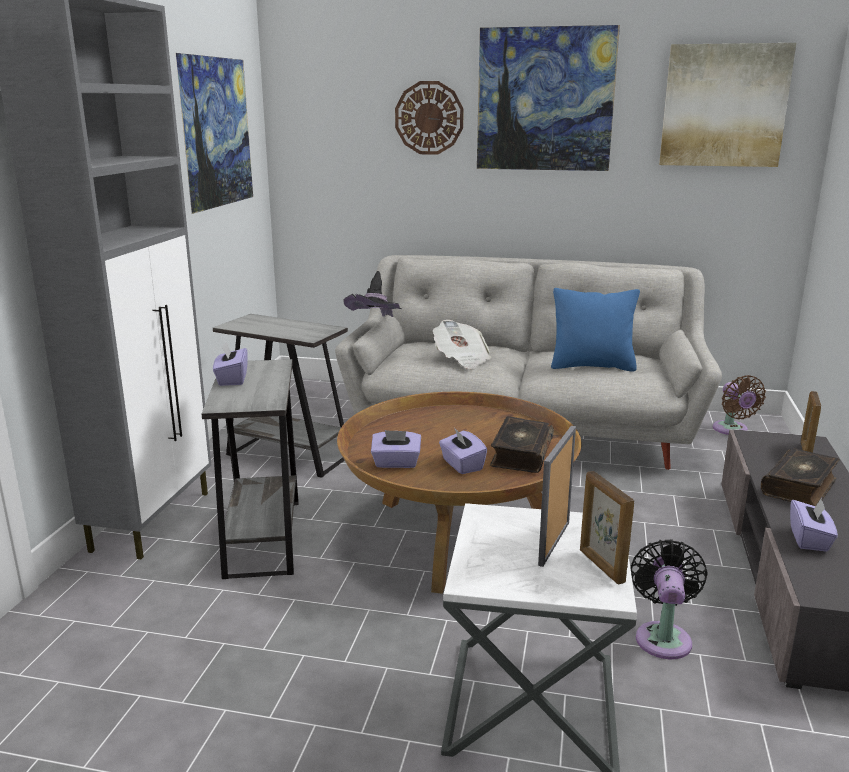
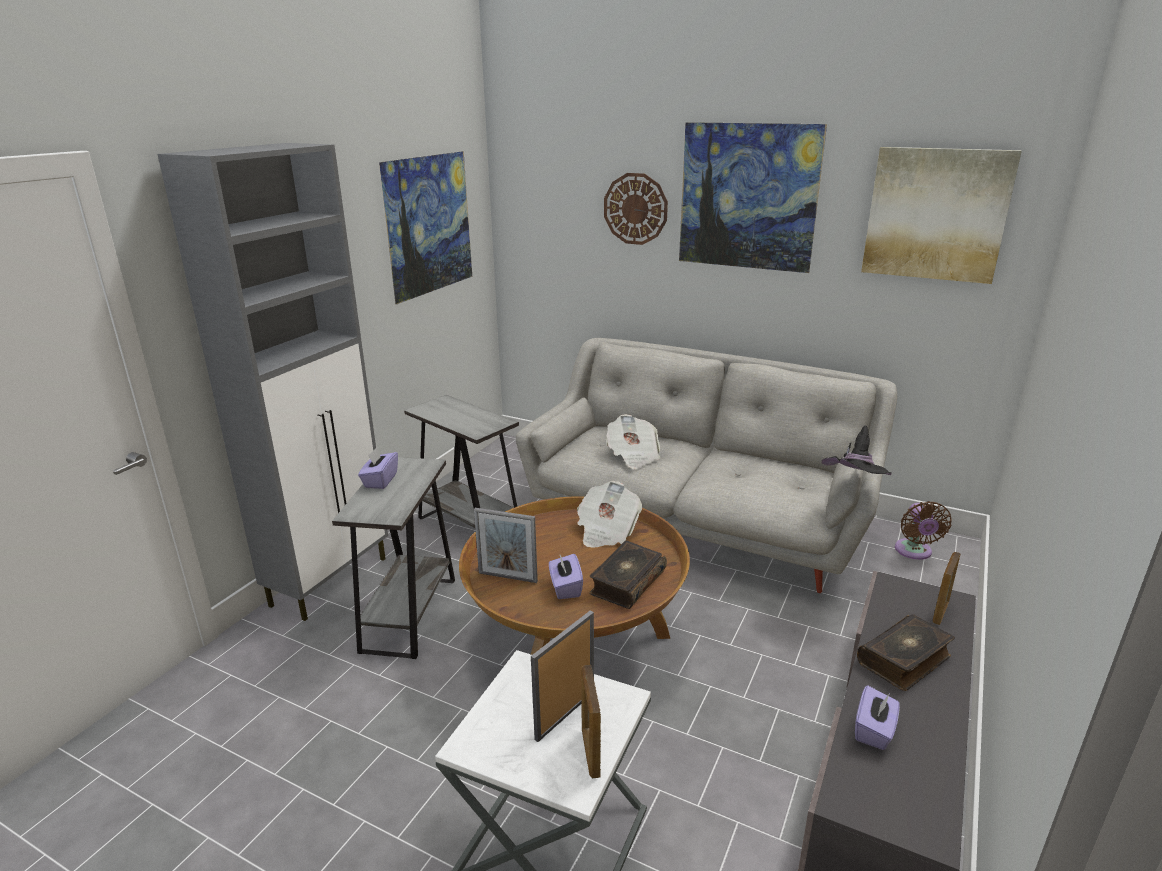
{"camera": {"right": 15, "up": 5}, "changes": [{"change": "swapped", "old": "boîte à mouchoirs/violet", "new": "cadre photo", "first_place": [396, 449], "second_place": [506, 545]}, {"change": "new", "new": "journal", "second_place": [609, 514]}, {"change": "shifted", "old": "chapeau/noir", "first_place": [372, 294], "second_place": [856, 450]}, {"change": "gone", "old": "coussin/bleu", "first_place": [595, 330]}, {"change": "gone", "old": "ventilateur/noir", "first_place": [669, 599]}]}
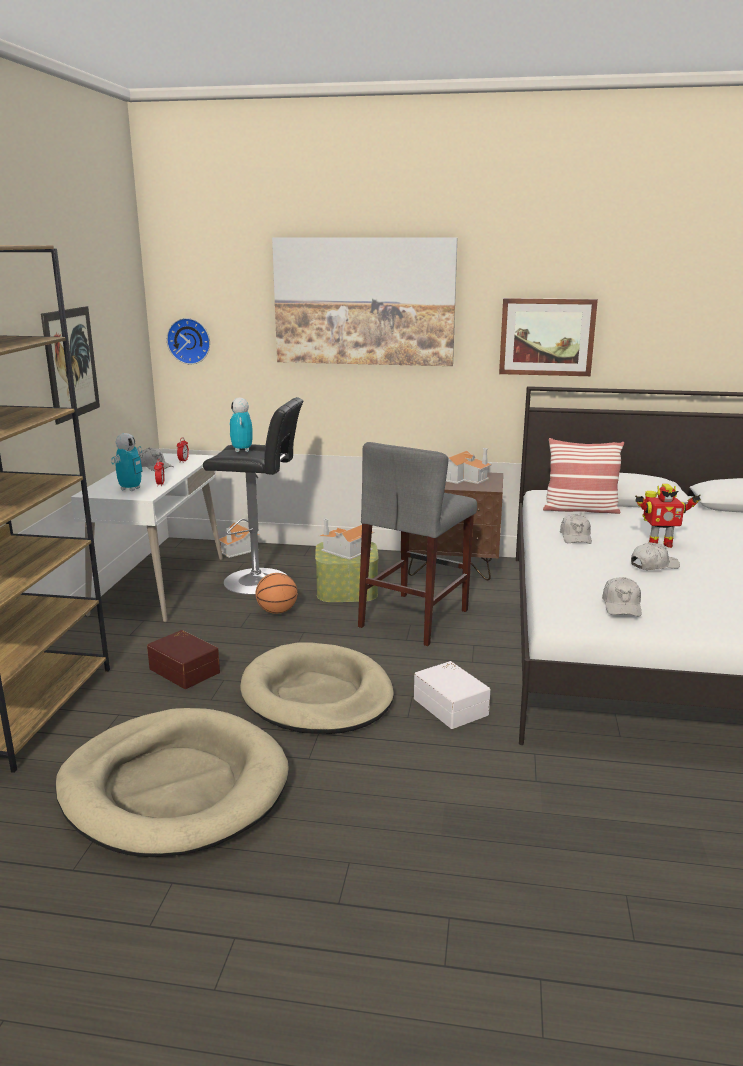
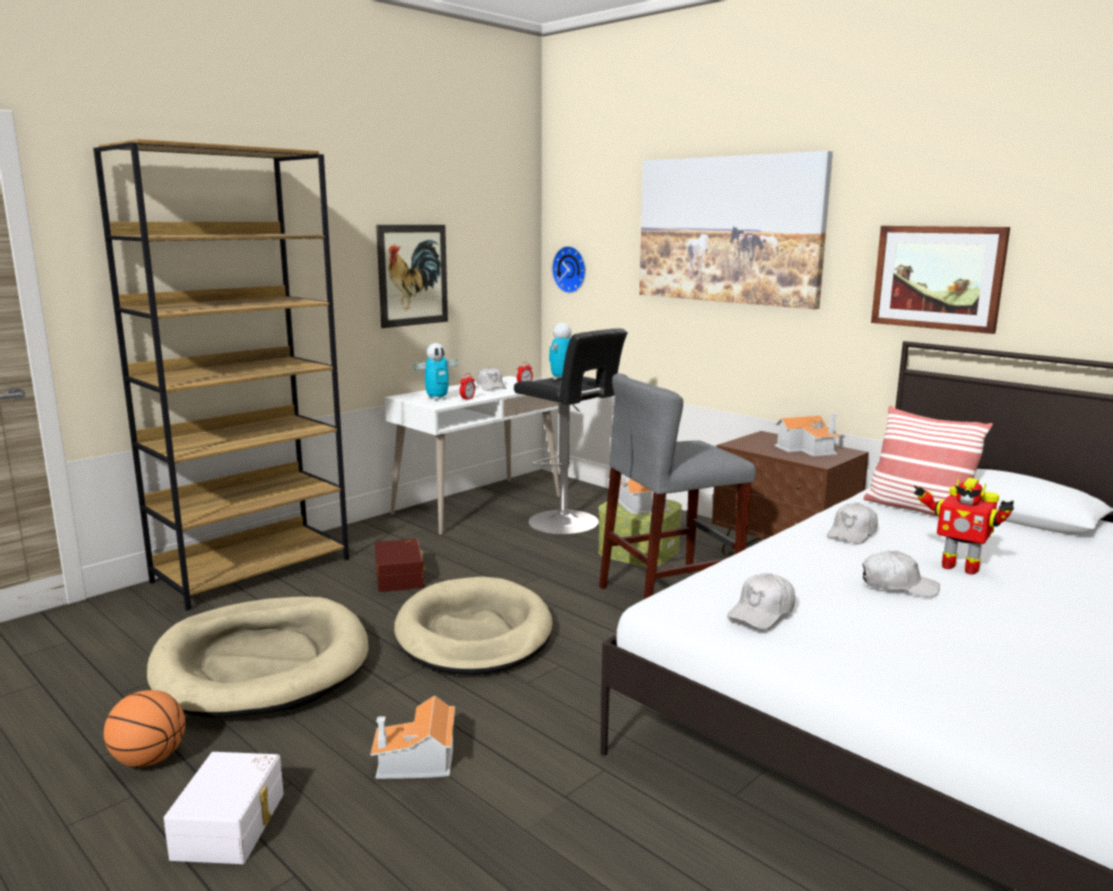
{"camera": {"right": 35, "up": -5}, "changes": [{"change": "shifted", "old": "ballon de basket", "first_place": [277, 593], "second_place": [144, 728]}, {"change": "shifted", "old": "boîte de rangement/blanc", "first_place": [452, 695], "second_place": [223, 808]}, {"change": "shifted", "old": "maison miniature", "first_place": [239, 540], "second_place": [413, 737]}]}
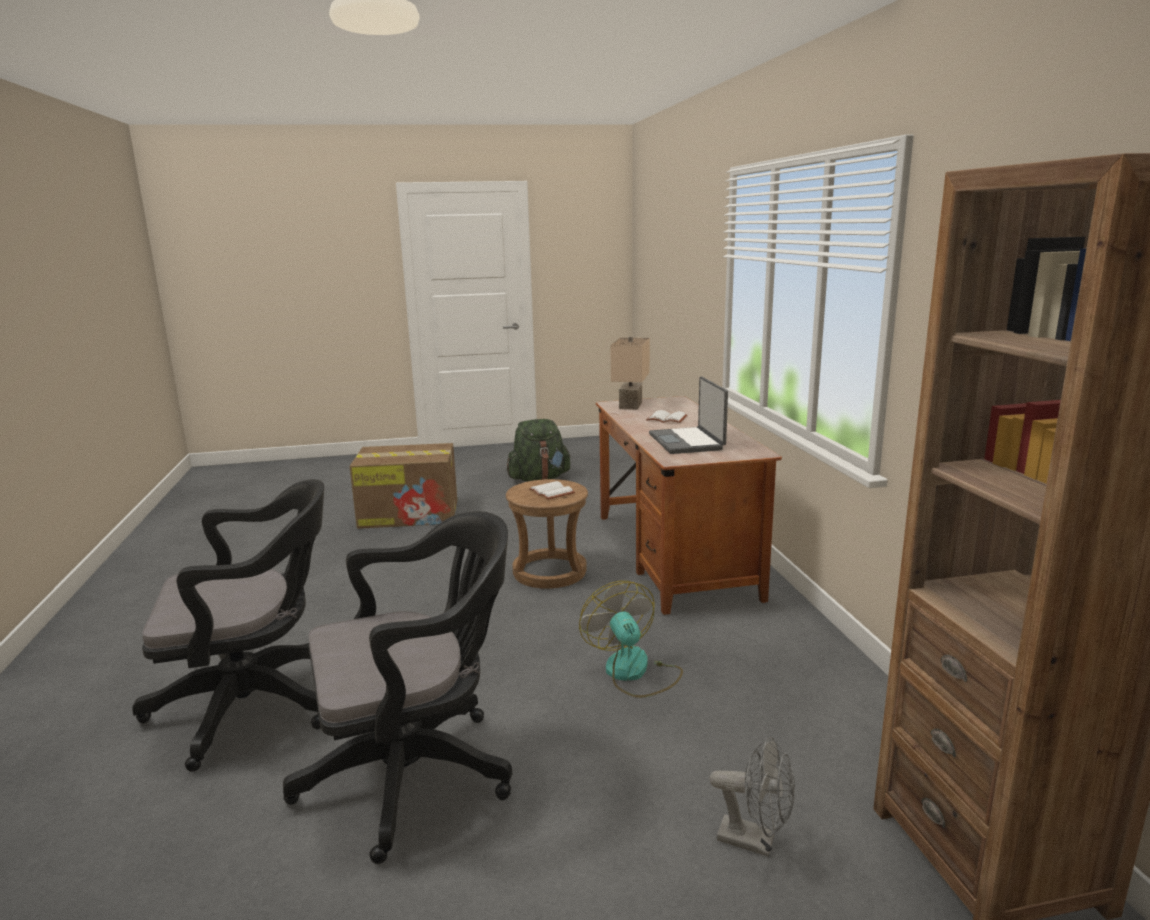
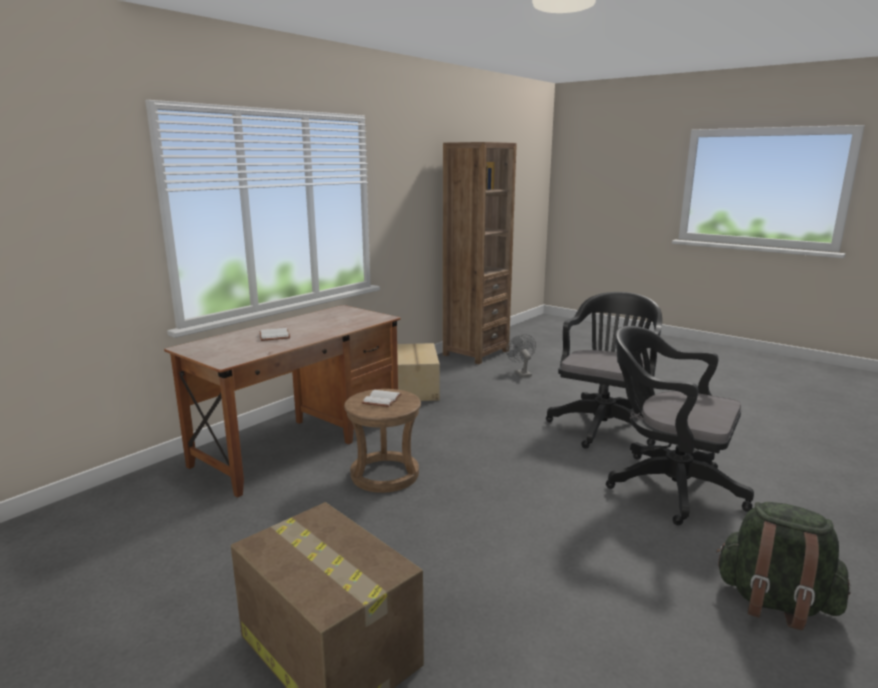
{"camera": {"right": -130, "up": 0}, "changes": [{"change": "new", "new": "carton", "second_place": [418, 372]}, {"change": "rotated", "old": "chaise de bureau/noir", "first_place": [397, 687], "second_place": [604, 370], "degrees": 90}, {"change": "shifted", "old": "sac à dos/vert", "first_place": [539, 450], "second_place": [783, 566]}, {"change": "gone", "old": "ventilateur", "first_place": [631, 639]}, {"change": "gone", "old": "lampe de table/beige", "first_place": [630, 373]}, {"change": "gone", "old": "ordinateur portable", "first_place": [688, 415]}]}
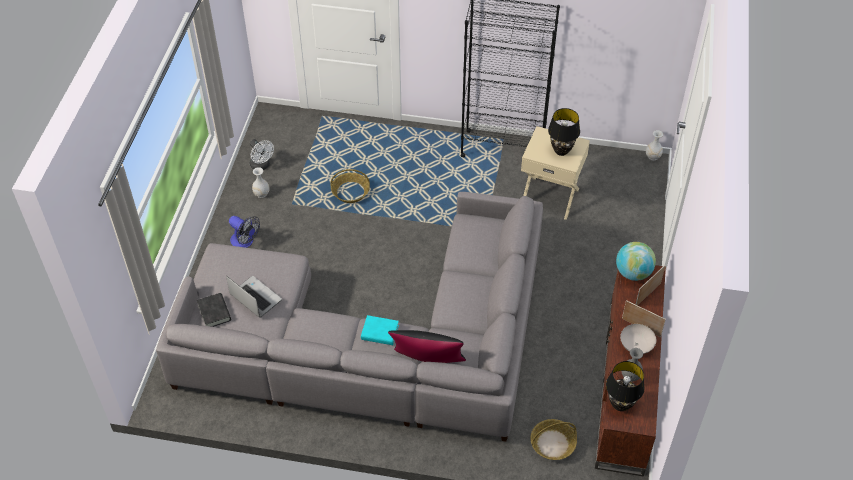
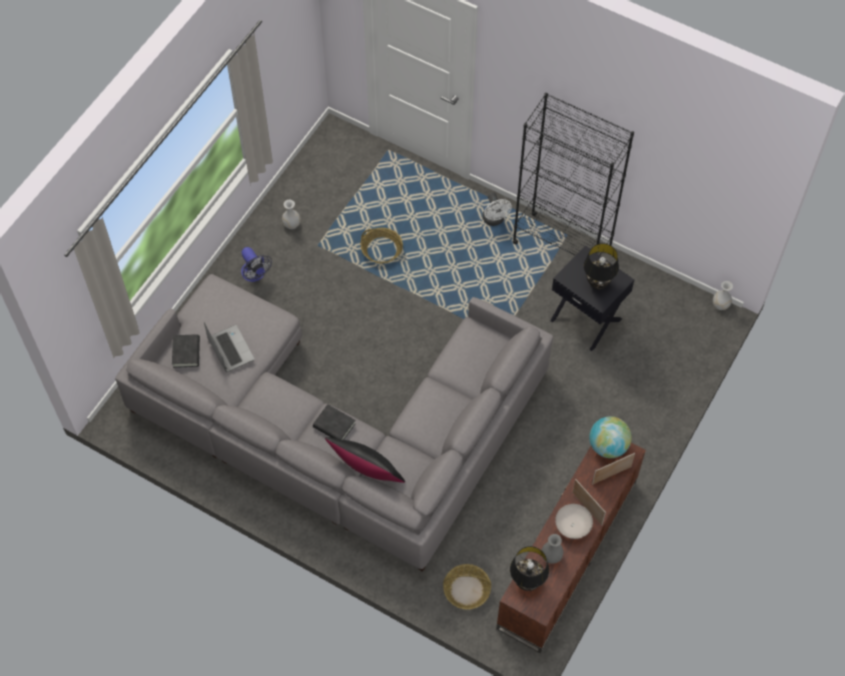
{"camera": {"right": 20, "up": 10}, "changes": [{"change": "repainted", "old": "livre/turquoise", "new": "livre/noir", "first_place": [380, 330], "second_place": [334, 422]}, {"change": "shifted", "old": "ventilateur/blanc", "first_place": [262, 154], "second_place": [497, 209]}, {"change": "repainted", "old": "table d'appoint/beige", "new": "table d'appoint/noir", "first_place": [555, 173], "second_place": [592, 298]}]}
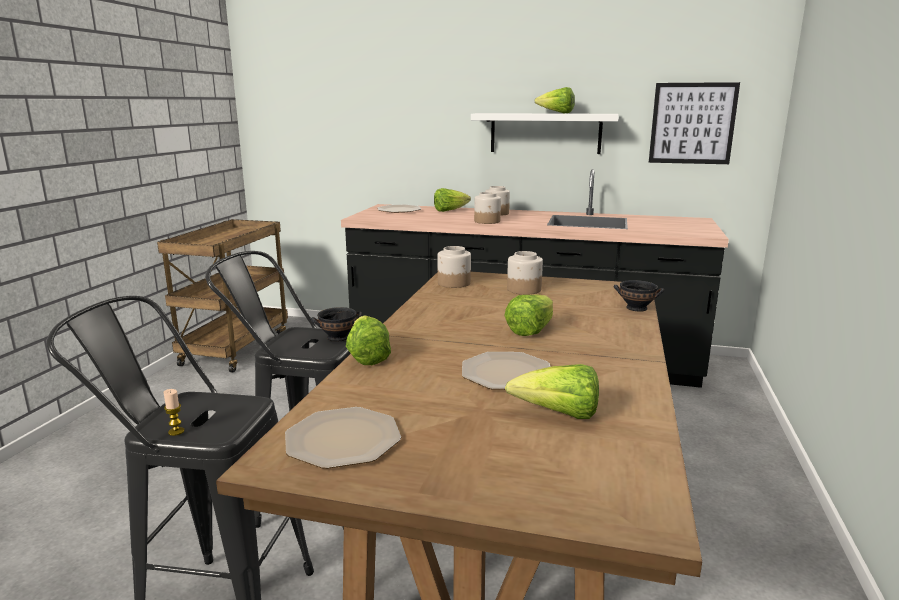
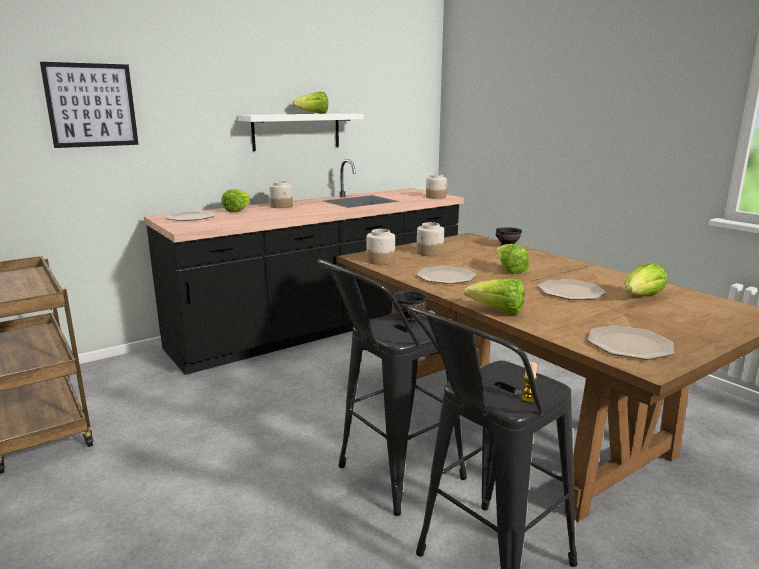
{"camera": {"right": -50, "up": 0}, "changes": [{"change": "shifted", "old": "tableau", "first_place": [694, 123], "second_place": [89, 105]}, {"change": "new", "new": "assiette", "second_place": [446, 275]}, {"change": "shifted", "old": "bocal", "first_place": [487, 208], "second_place": [436, 186]}]}
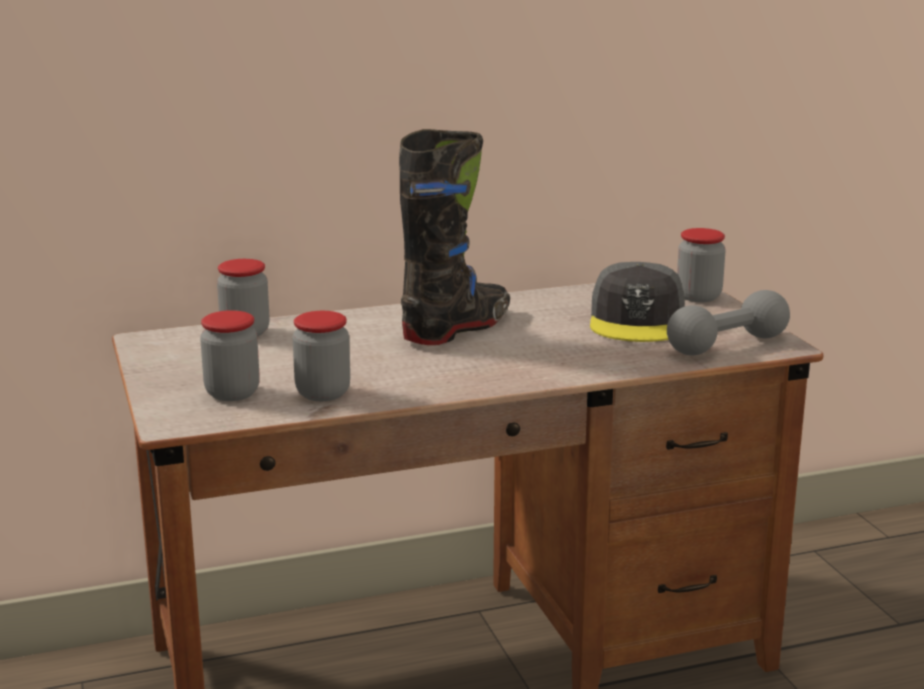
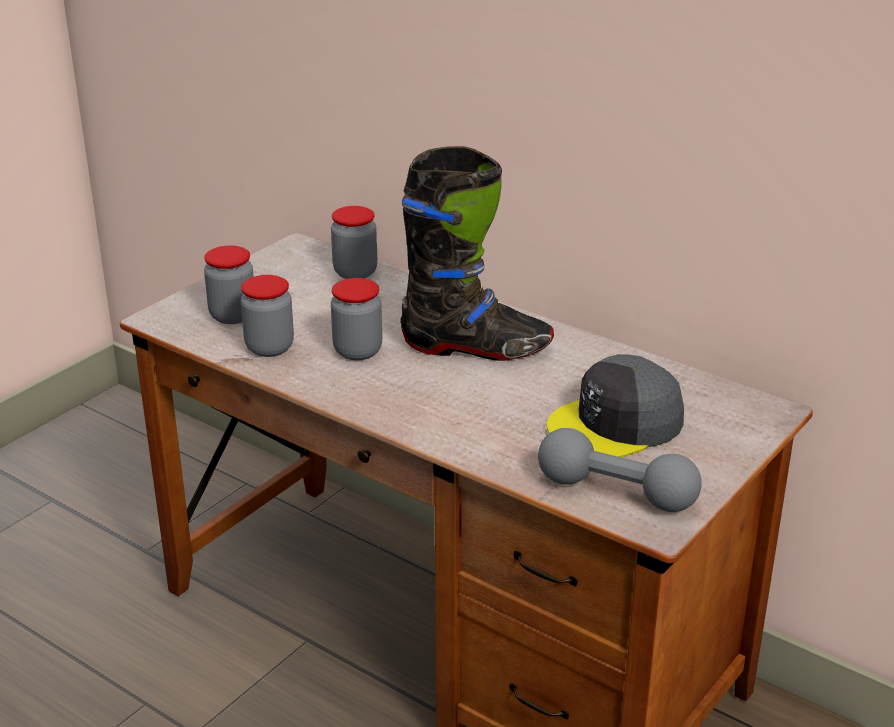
{"camera": {"right": 55, "up": 10}, "changes": [{"change": "shifted", "old": "bocal", "first_place": [701, 265], "second_place": [356, 319]}]}
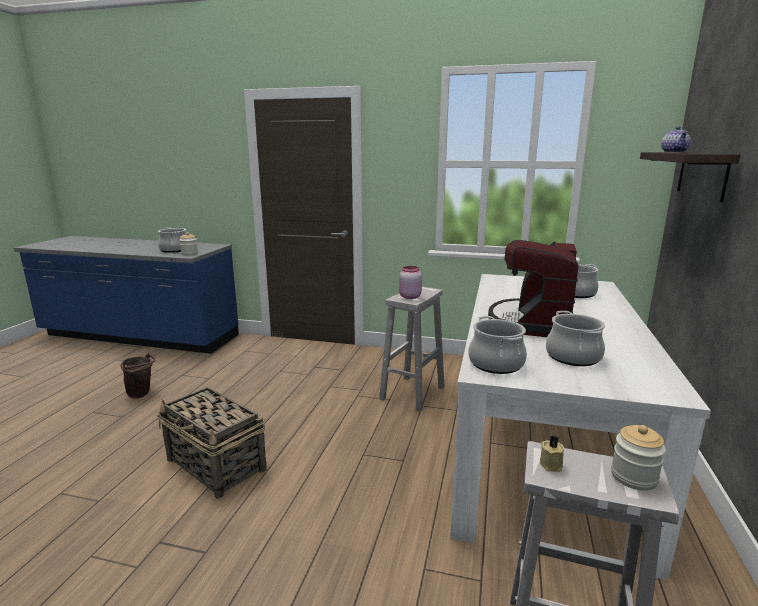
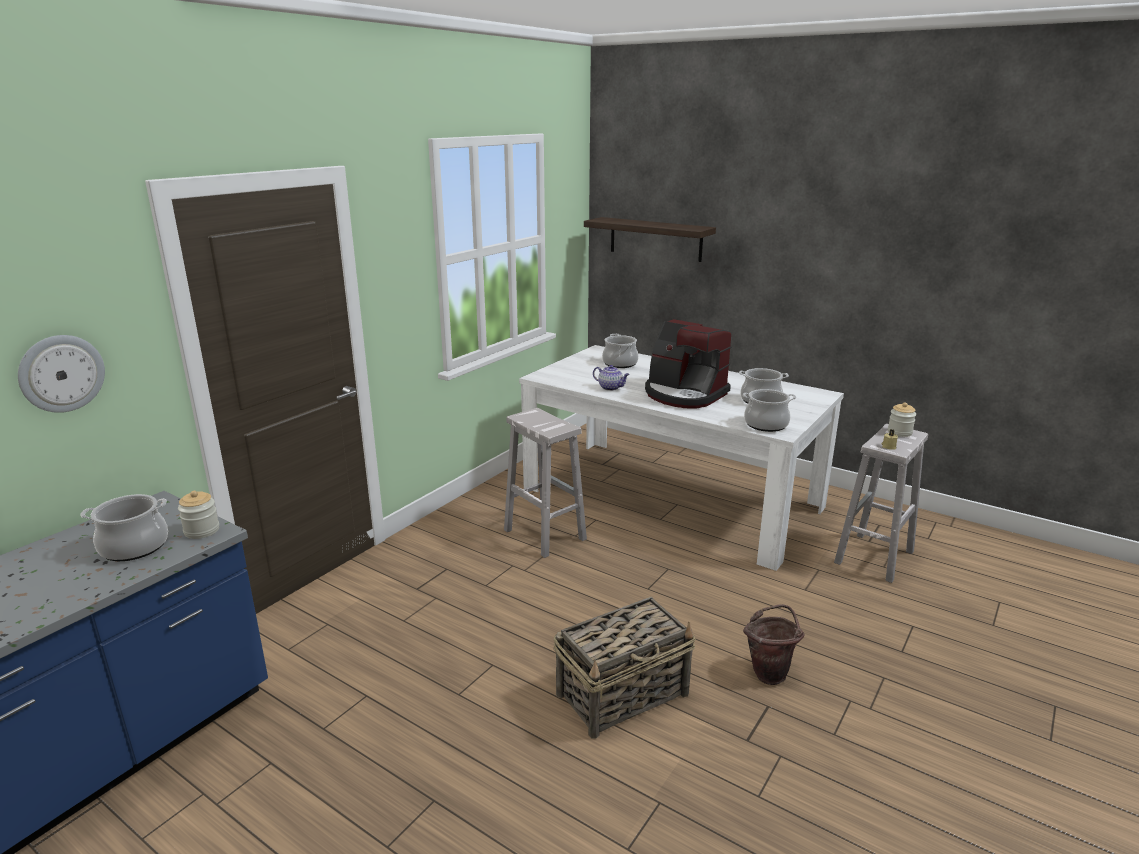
{"camera": {"right": -70, "up": 5}, "changes": [{"change": "new", "new": "horloge murale", "second_place": [61, 374]}, {"change": "shifted", "old": "théière", "first_place": [676, 139], "second_place": [611, 378]}, {"change": "shifted", "old": "seau/marron", "first_place": [137, 375], "second_place": [773, 644]}, {"change": "gone", "old": "bocal/rose", "first_place": [410, 282]}]}
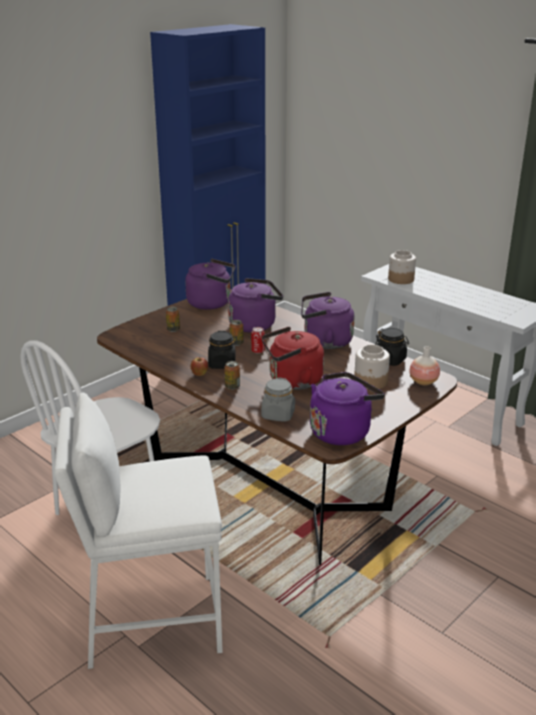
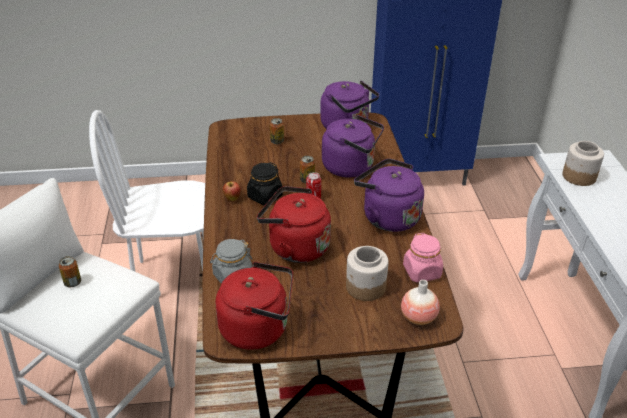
{"camera": {"right": 40, "up": 10}, "changes": [{"change": "shifted", "old": "boîte métallique", "first_place": [232, 375], "second_place": [70, 271]}, {"change": "repainted", "old": "bouilloire/violet", "new": "bouilloire/rouge", "first_place": [347, 408], "second_place": [254, 306]}, {"change": "repainted", "old": "bocal/noir", "new": "bocal/rose", "first_place": [392, 347], "second_place": [423, 257]}]}
